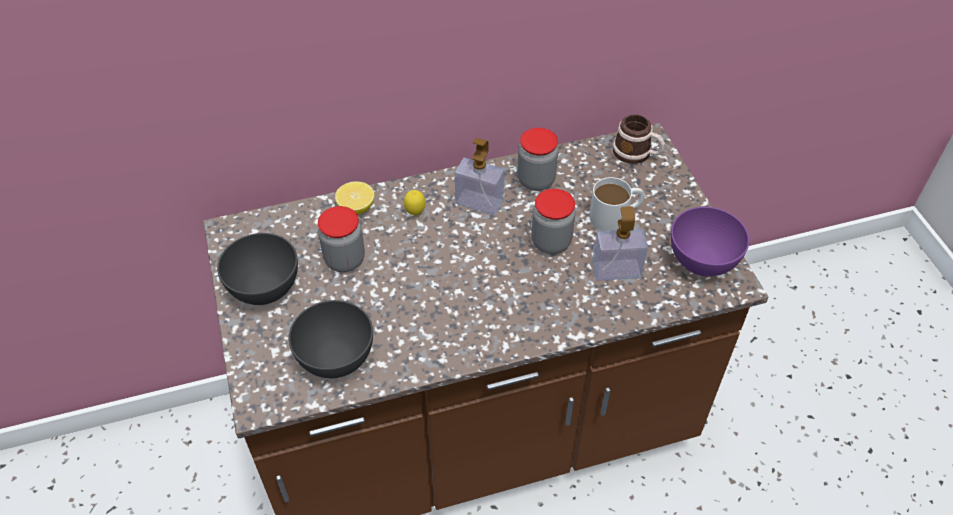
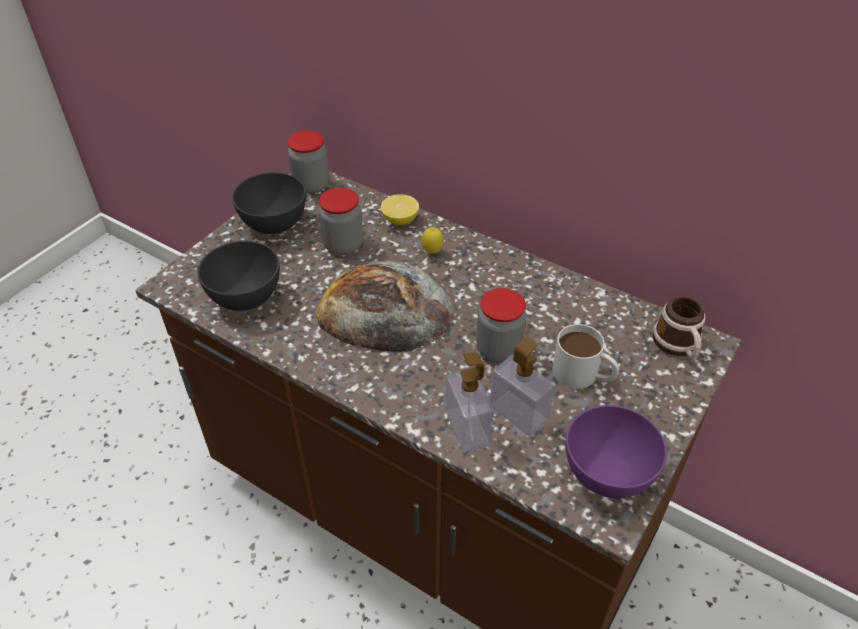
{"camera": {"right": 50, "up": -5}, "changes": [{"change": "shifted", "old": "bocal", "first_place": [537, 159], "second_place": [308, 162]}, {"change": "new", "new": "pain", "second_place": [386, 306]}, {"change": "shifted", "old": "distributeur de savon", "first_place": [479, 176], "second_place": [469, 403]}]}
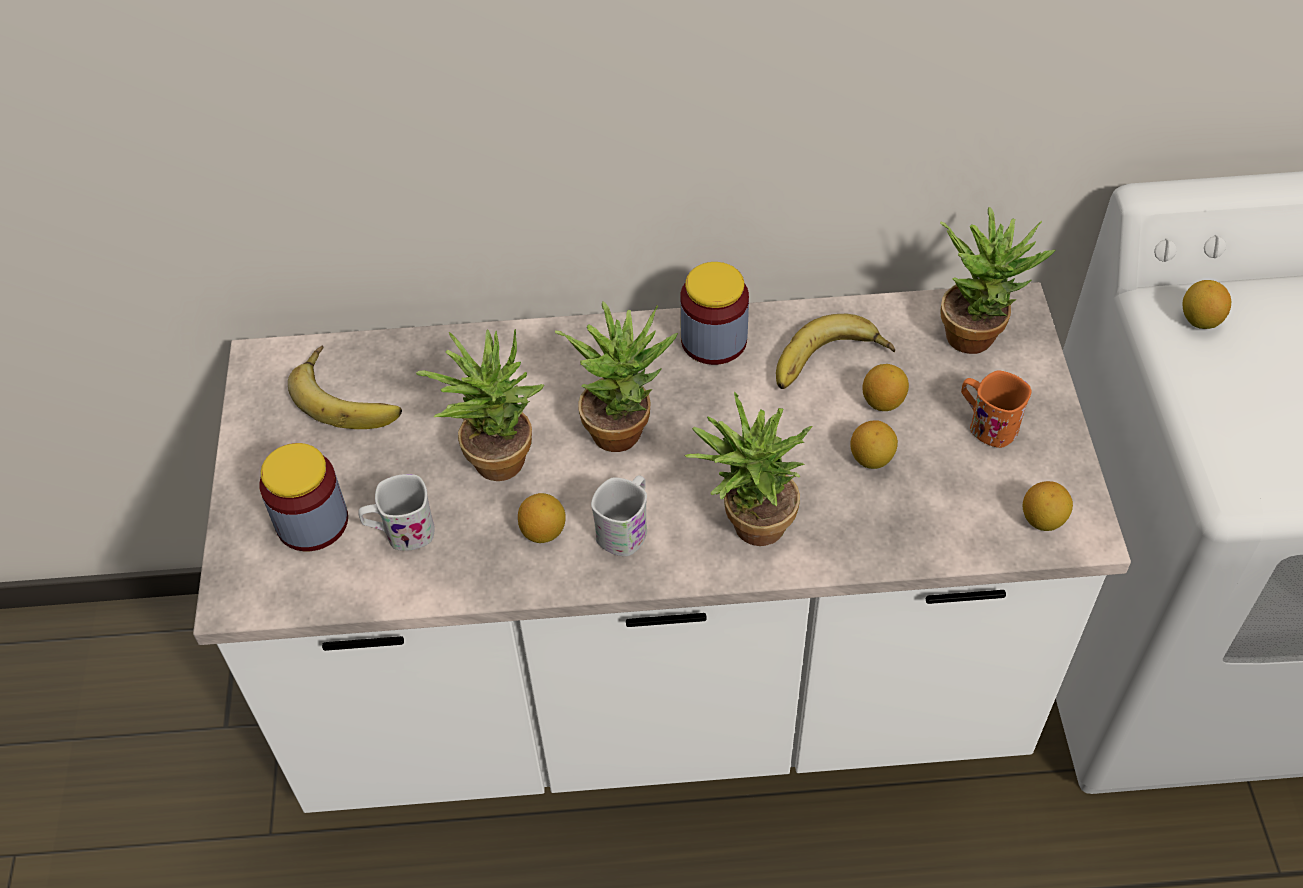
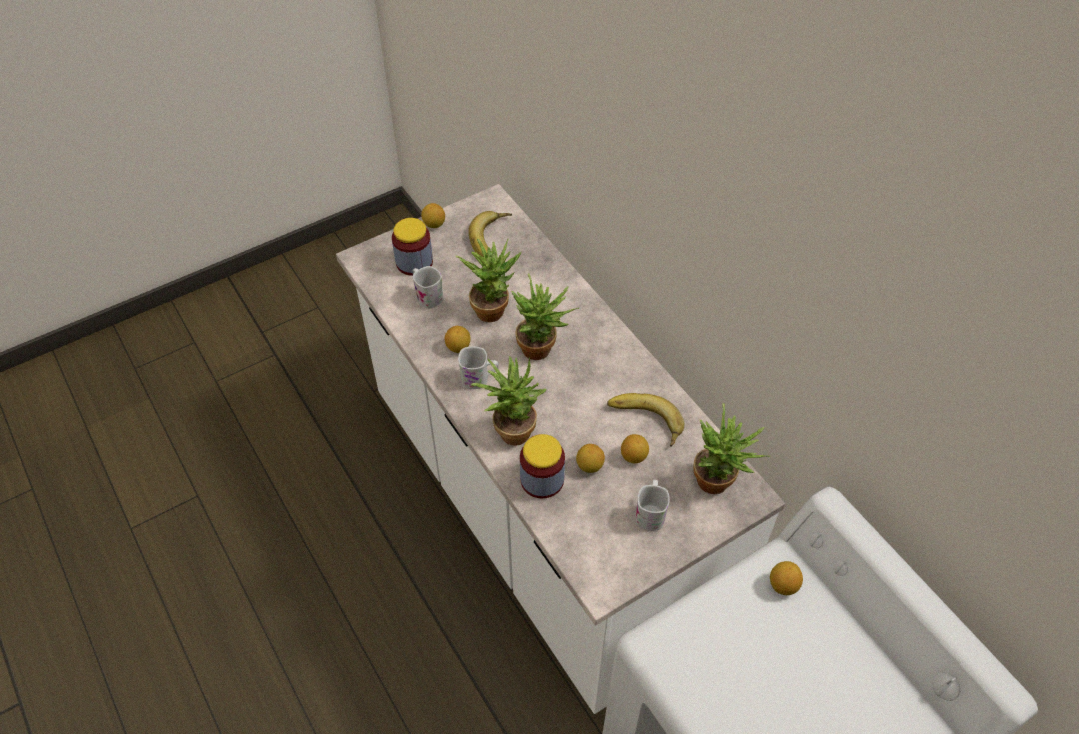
{"camera": {"right": 60, "up": 0}, "changes": [{"change": "shifted", "old": "citron", "first_place": [1048, 506], "second_place": [433, 215]}, {"change": "shifted", "old": "bocal", "first_place": [714, 313], "second_place": [542, 466]}, {"change": "repainted", "old": "mug/orange", "new": "mug/blanc", "first_place": [996, 409], "second_place": [652, 505]}]}
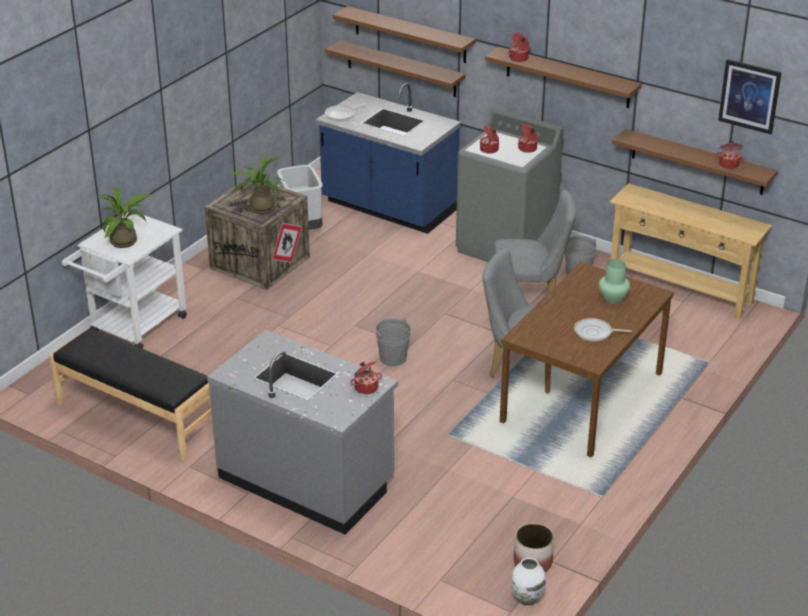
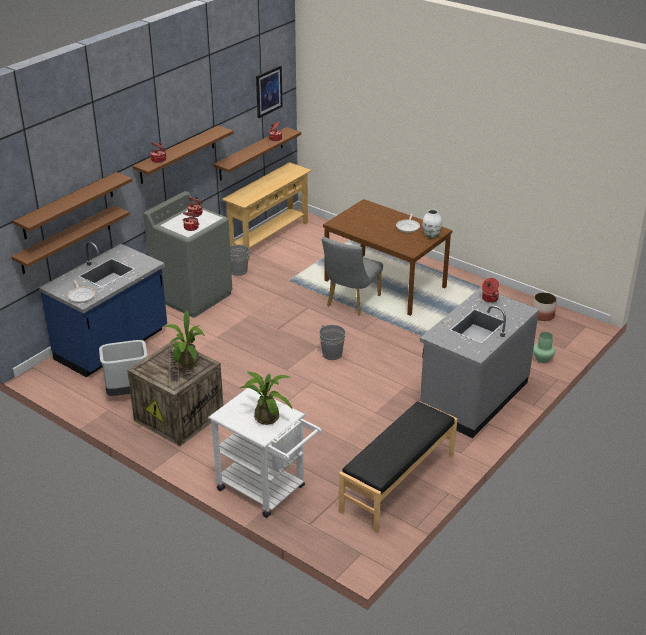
{"camera": {"right": -85, "up": 0}, "changes": [{"change": "shifted", "old": "vase/blanc", "first_place": [528, 581], "second_place": [432, 224]}, {"change": "shifted", "old": "vase/vert", "first_place": [614, 281], "second_place": [544, 347]}, {"change": "gone", "old": "chaise/gris", "first_place": [535, 241]}]}
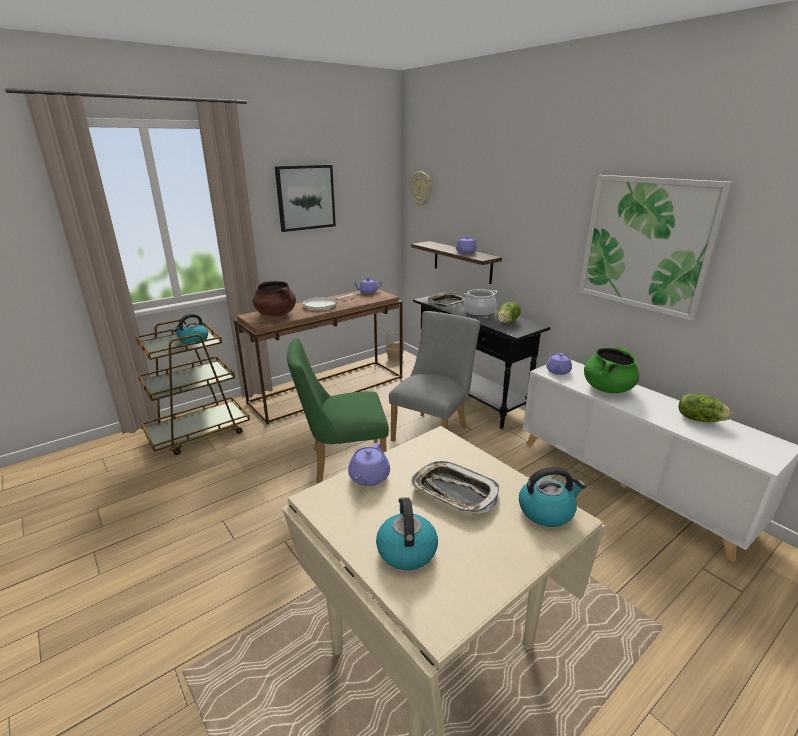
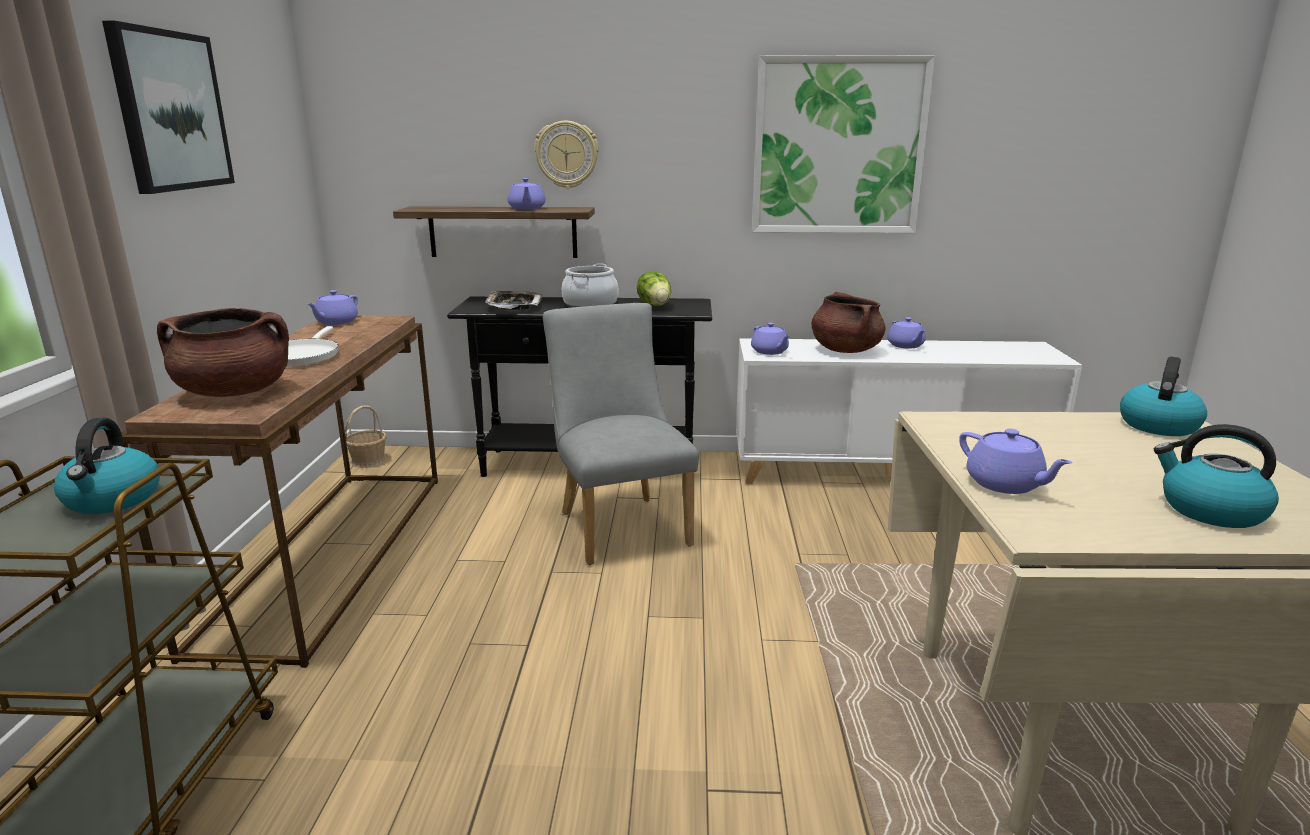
{"camera": {"right": -50, "up": -5}, "changes": [{"change": "shifted", "old": "horloge murale", "first_place": [421, 188], "second_place": [566, 155]}, {"change": "repainted", "old": "marmite/vert", "new": "marmite/marron", "first_place": [611, 370], "second_place": [848, 322]}, {"change": "new", "new": "théière/violet", "second_place": [906, 332]}, {"change": "gone", "old": "chaise/vert", "first_place": [338, 410]}, {"change": "gone", "old": "plateau", "first_place": [455, 487]}, {"change": "gone", "old": "laitue", "first_place": [705, 408]}]}
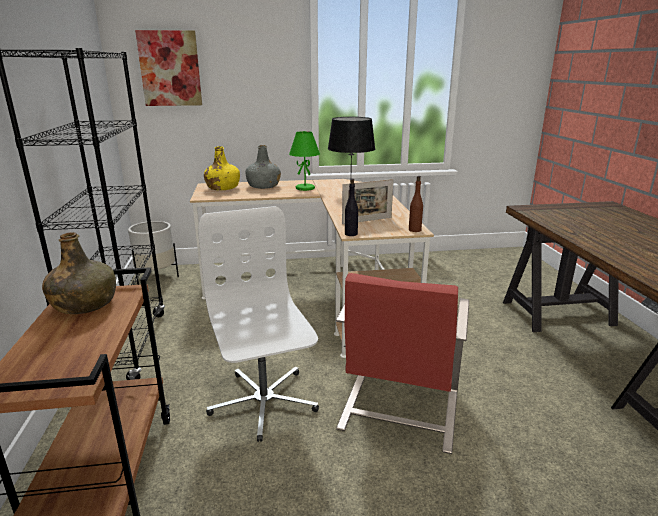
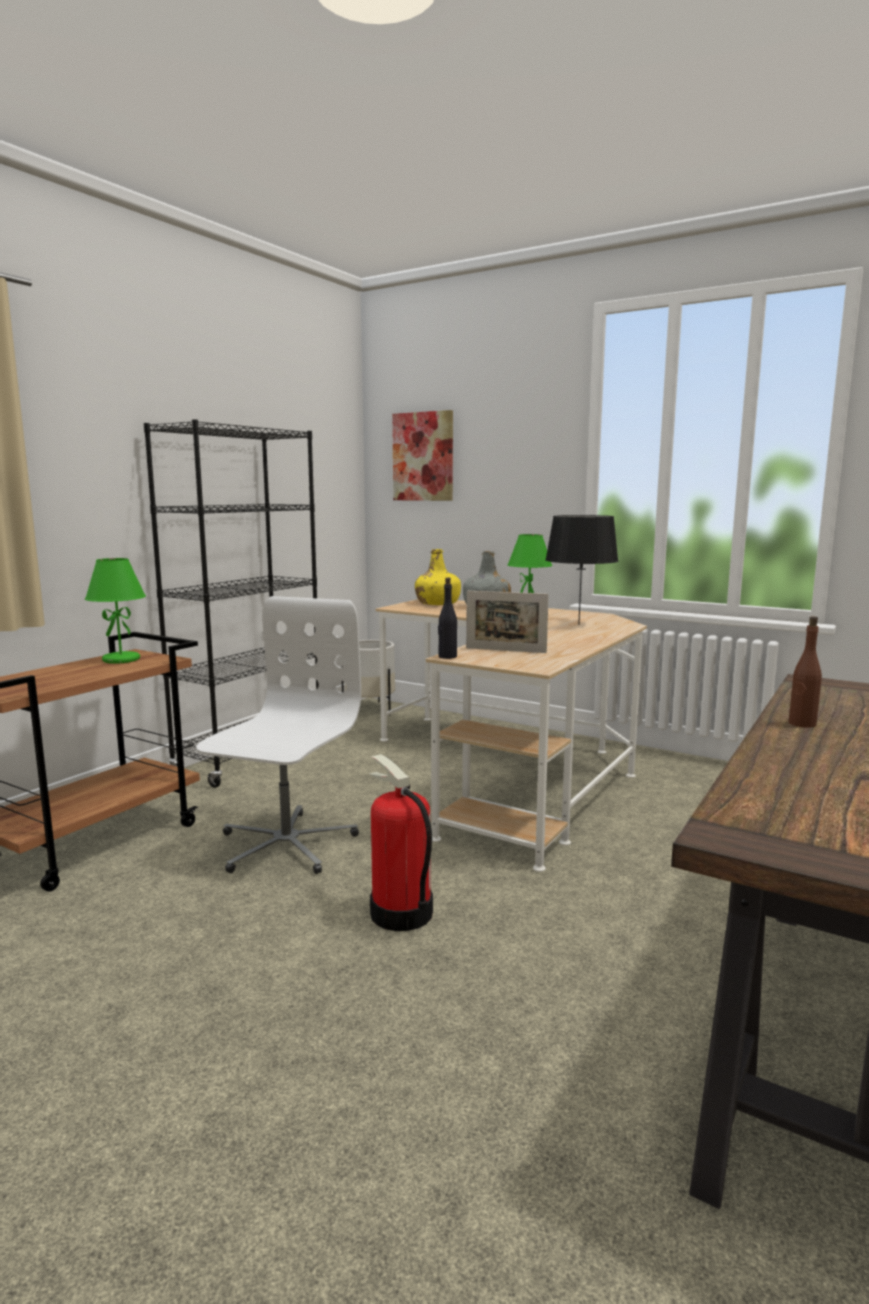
{"camera": {"right": 40, "up": -10}, "changes": [{"change": "swapped", "old": "bouteille/vert", "new": "lampe de table/vert", "first_place": [79, 273], "second_place": [115, 611]}, {"change": "swapped", "old": "chaise/rouge", "new": "extincteur", "first_place": [402, 363], "second_place": [401, 842]}, {"change": "shifted", "old": "bouteille/marron", "first_place": [416, 204], "second_place": [805, 672]}]}
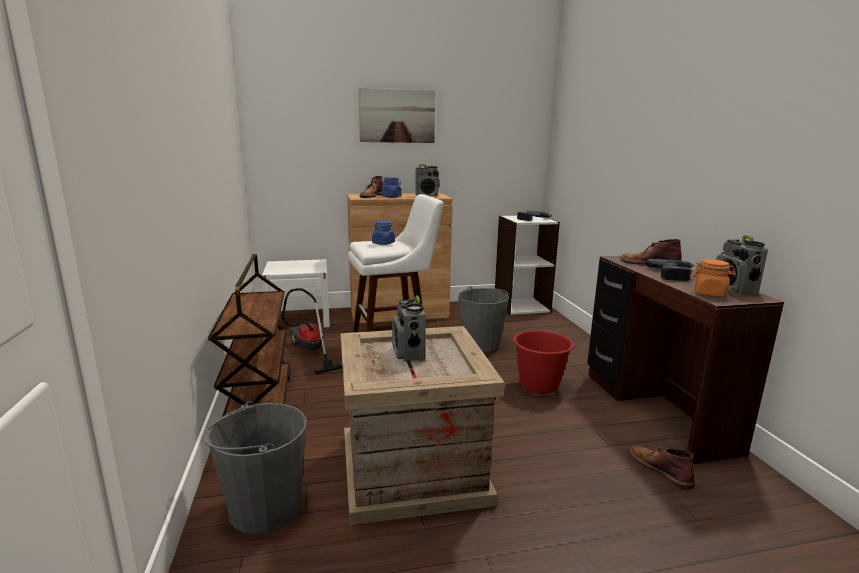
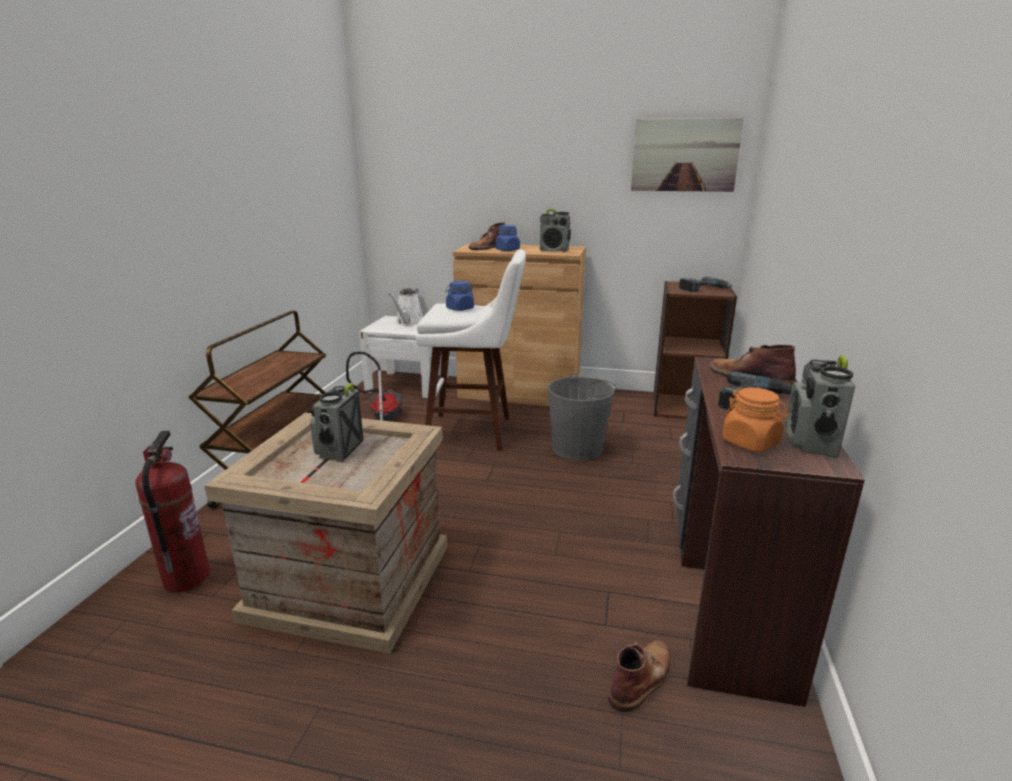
{"camera": {"right": 25, "up": 5}, "changes": [{"change": "swapped", "old": "seau/gris", "new": "extincteur", "first_place": [254, 467], "second_place": [172, 511]}, {"change": "new", "new": "arrosoir/blanc", "second_place": [406, 306]}, {"change": "rotated", "old": "botte/marron", "first_place": [662, 467], "second_place": [640, 676], "degrees": 45}, {"change": "shifted", "old": "tableau", "first_place": [397, 115], "second_place": [687, 155]}, {"change": "repainted", "old": "bibliothèque/blanc", "new": "bibliothèque/marron", "first_place": [527, 265], "second_place": [695, 350]}, {"change": "gone", "old": "seau/rouge", "first_place": [543, 362]}]}
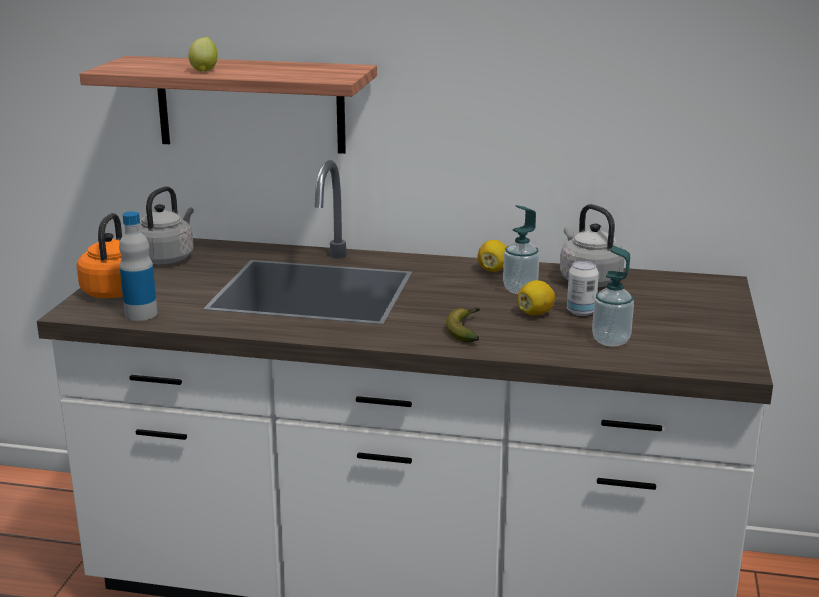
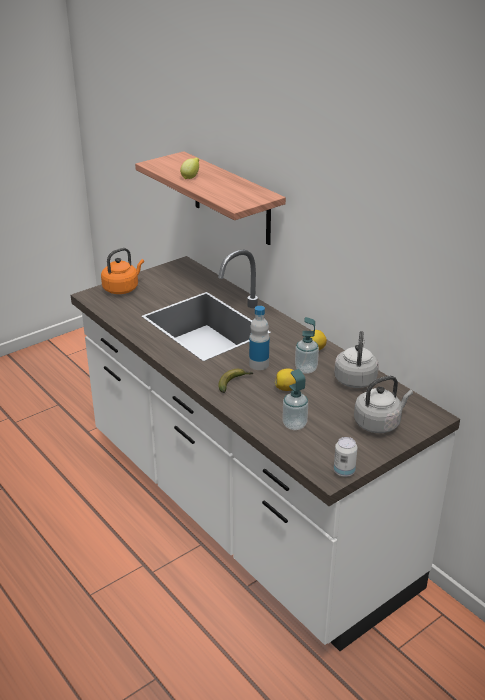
{"camera": {"right": 40, "up": 10}, "changes": [{"change": "shifted", "old": "bouteille", "first_place": [138, 266], "second_place": [259, 338]}, {"change": "shifted", "old": "boîte métallique", "first_place": [583, 288], "second_place": [346, 457]}, {"change": "shifted", "old": "bouilloire/gris", "first_place": [166, 225], "second_place": [383, 404]}]}
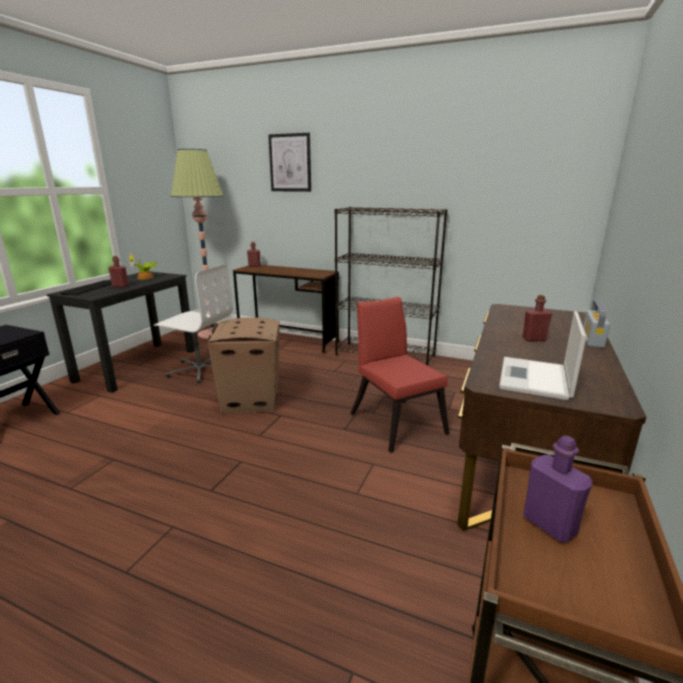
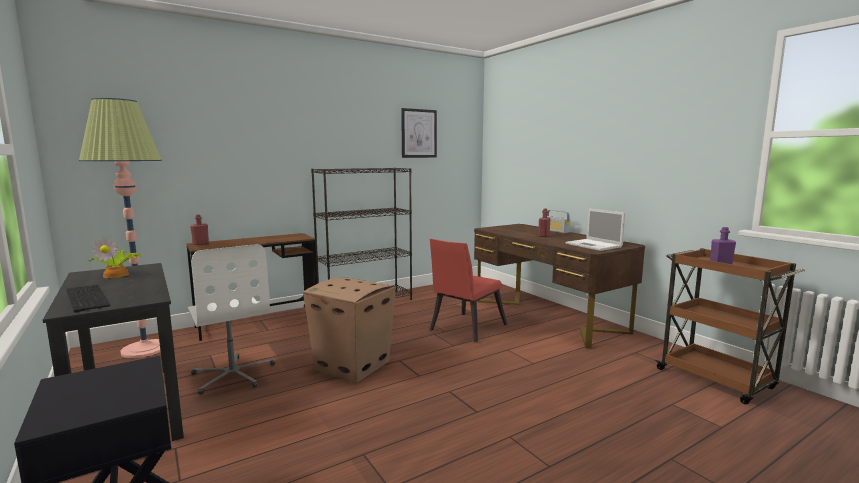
{"camera": {"right": -55, "up": -10}, "changes": [{"change": "rotated", "old": "chaise de bureau/blanc", "first_place": [193, 323], "second_place": [231, 319], "degrees": 90}, {"change": "shifted", "old": "tableau", "first_place": [289, 162], "second_place": [419, 133]}, {"change": "rotated", "old": "chaise/rouge", "first_place": [399, 375], "second_place": [468, 290], "degrees": -60}, {"change": "gone", "old": "bouteille/rouge", "first_place": [119, 272]}]}
